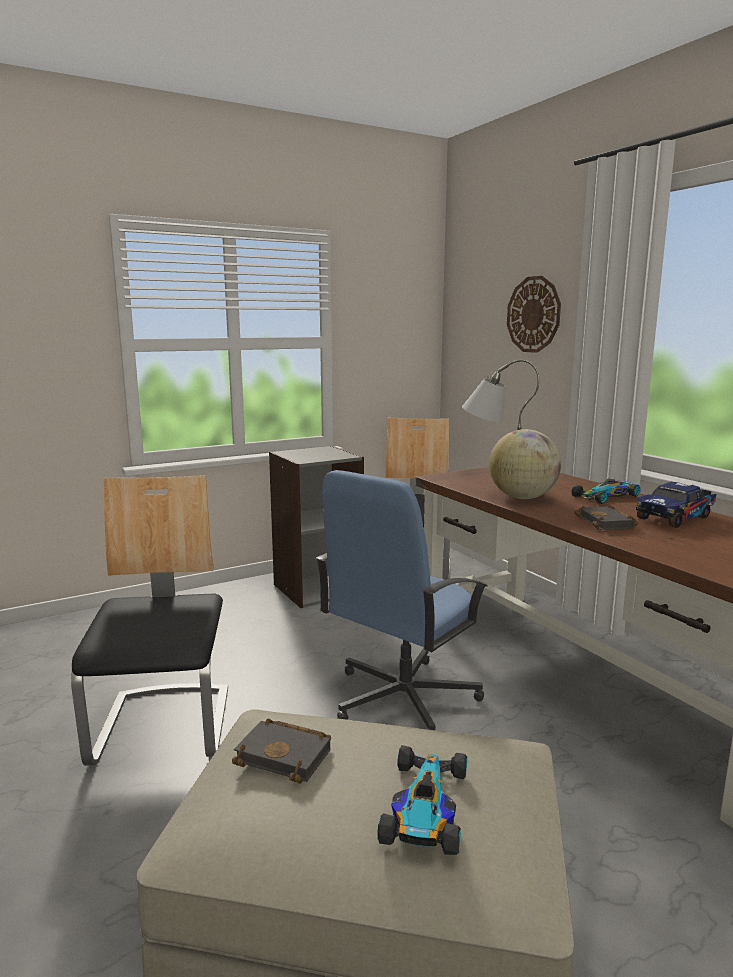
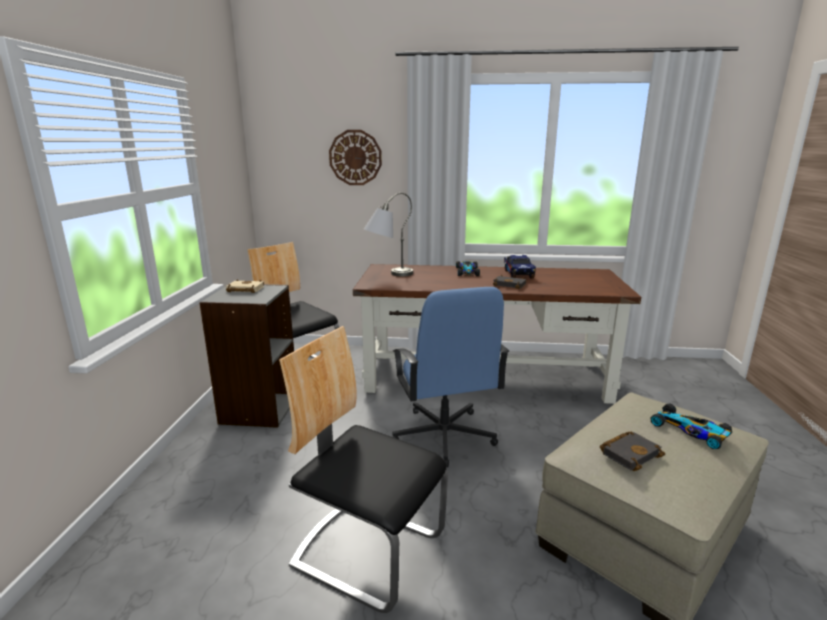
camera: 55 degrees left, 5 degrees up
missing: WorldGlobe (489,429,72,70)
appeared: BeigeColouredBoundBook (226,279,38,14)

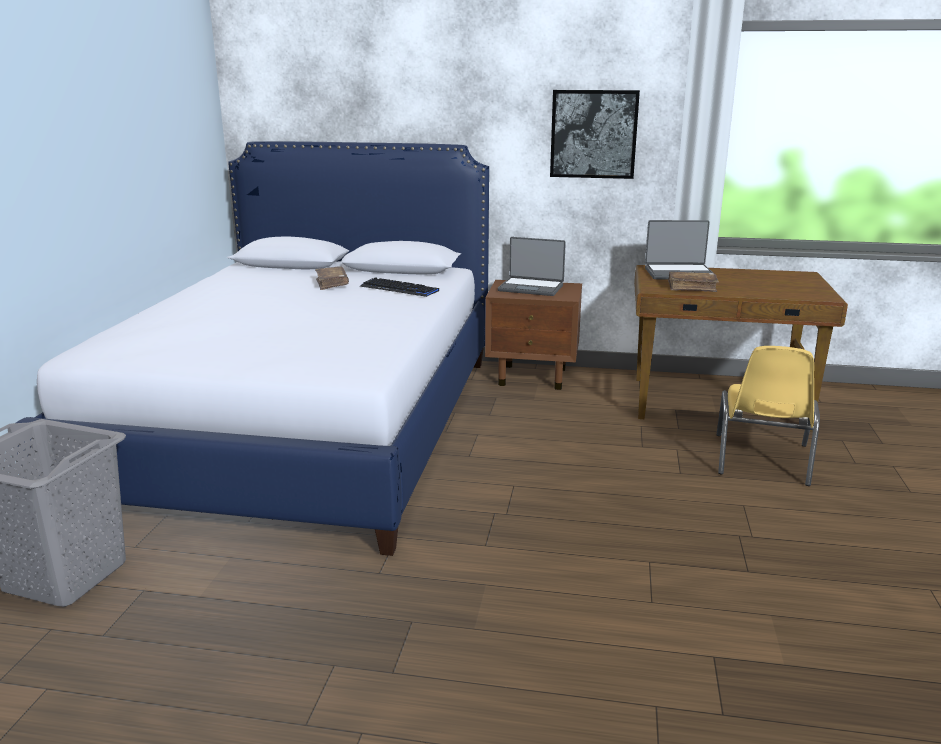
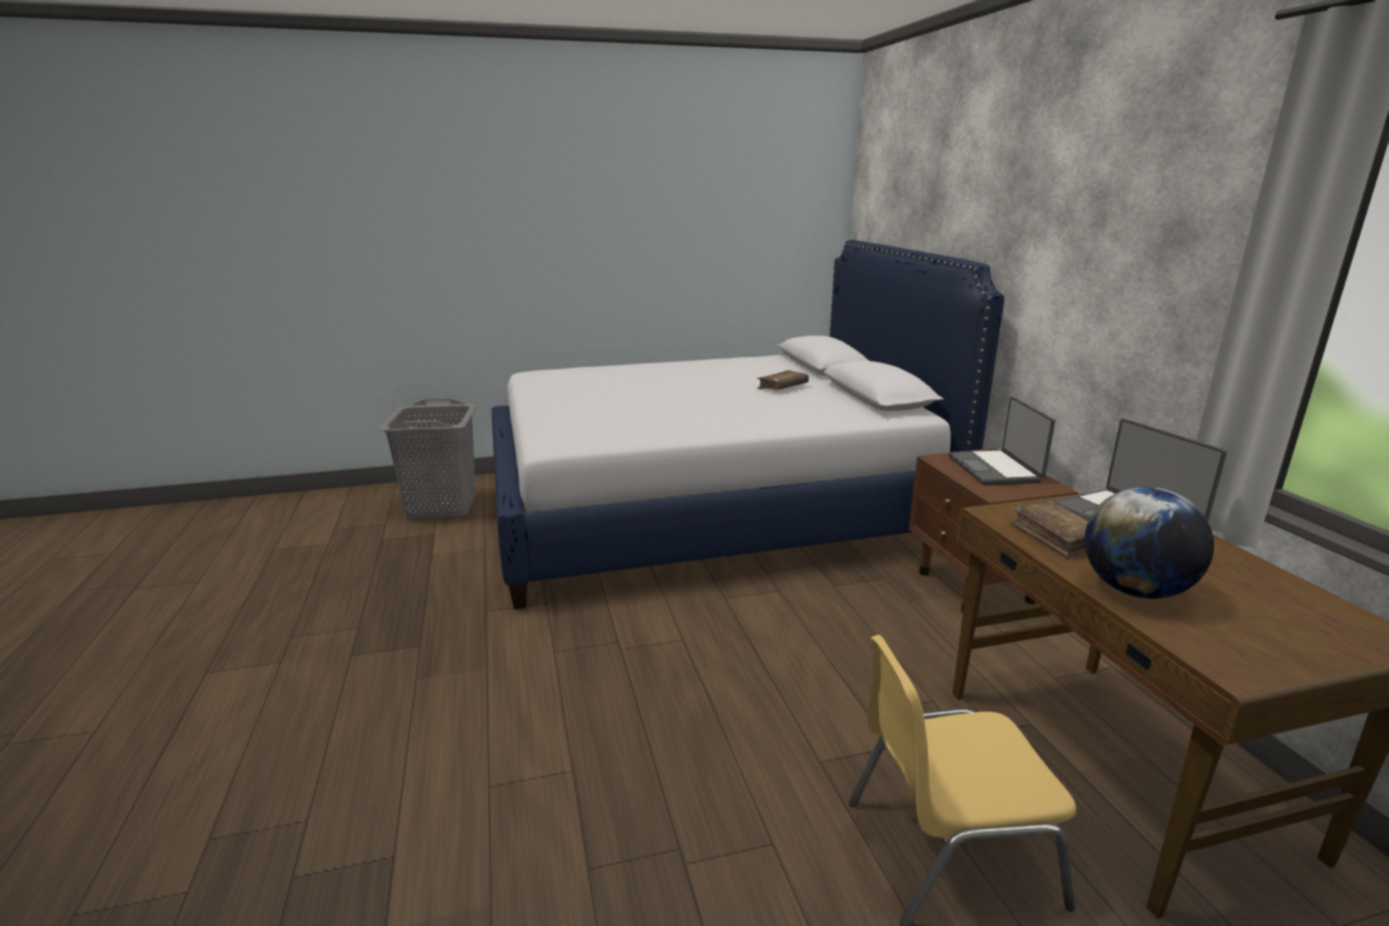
camera: 65 degrees right, 0 degrees up
missing: Keyboard (360,277,79,20); Picture (550,90,90,89)
appeared: WorldGlobe (1084,487,130,112)

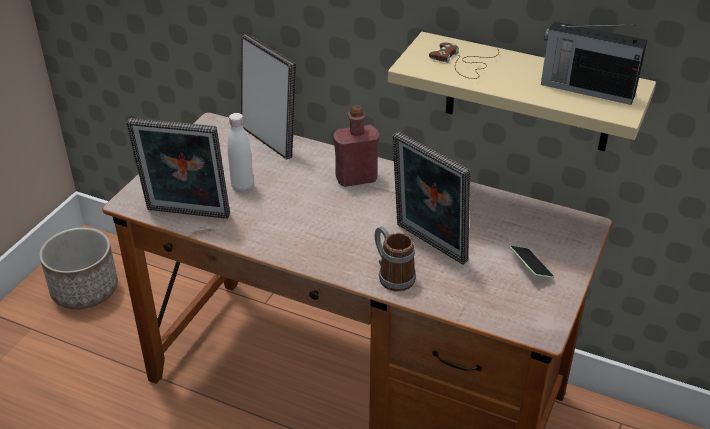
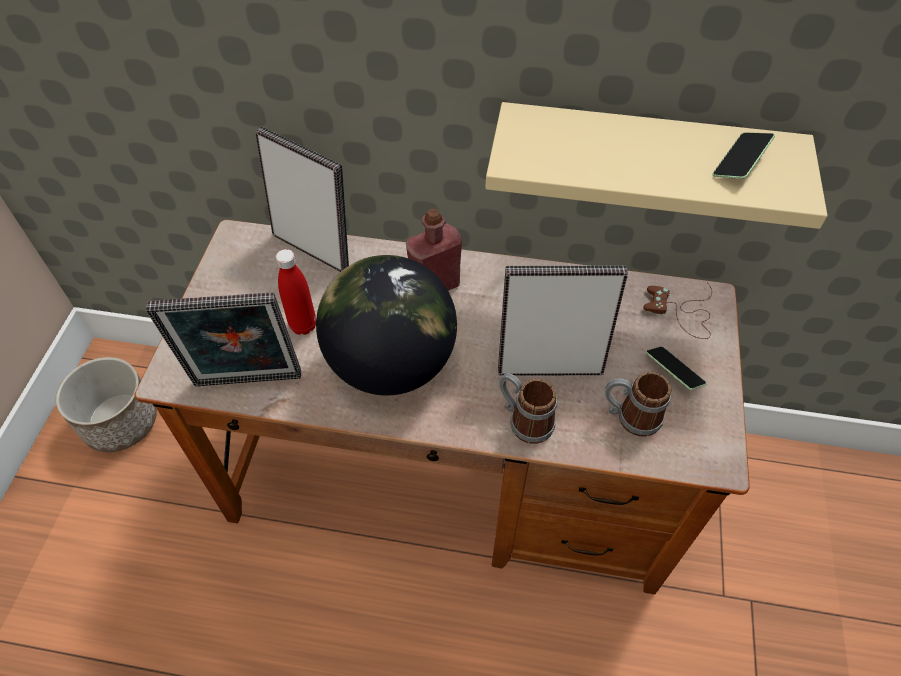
camera: 15 degrees left, 15 degrees up
appeared: WorldGlobe (316,255,141,141); CoffeeMug (605,372,66,65)
relocated: BrownJoypad (429,43,70,36) to (643,283,69,56)
exchanged: RadioReceiver (541,21,106,84) to Telephone (713,132,62,47)
colour: WhiteColouredDrinkBottle (227,113,27,80) to ReddishDrinkBottle (276,249,40,86)
spun: PictureFrame (393,132,77,133) = (498,265,130,111) 150 degrees clockwise

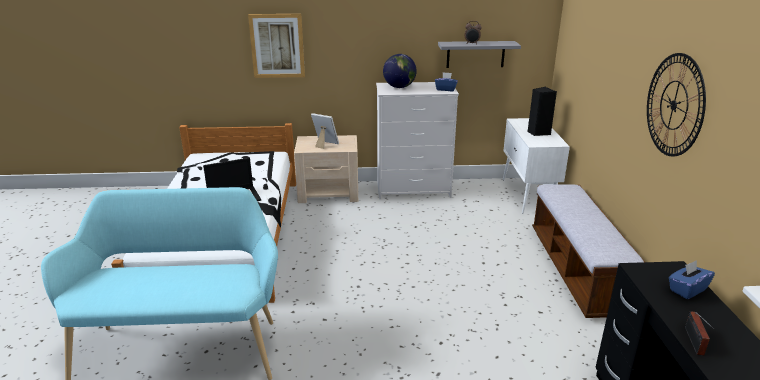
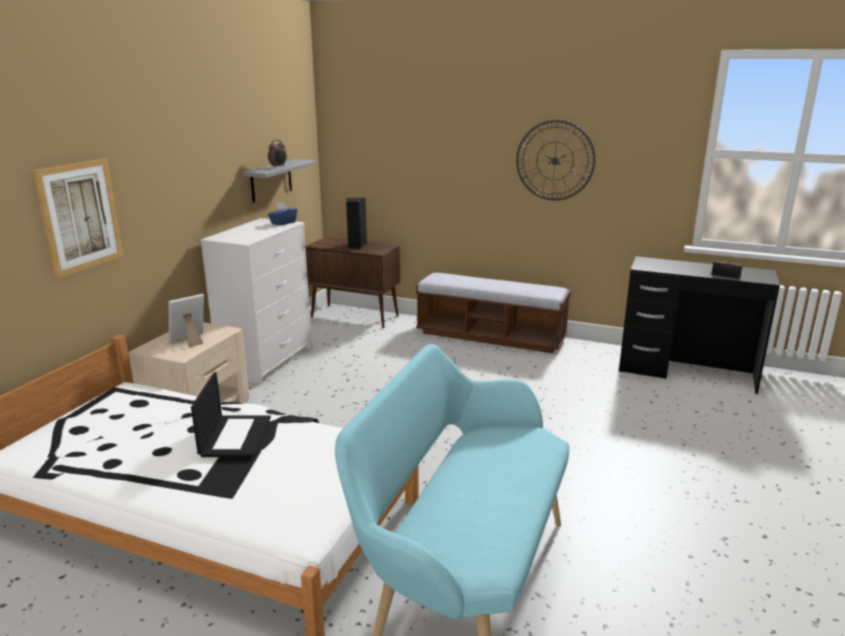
camera: 65 degrees left, 5 degrees down
missing: WorldGlobe (383,54,34,34); BlueColouredBoxOfTissues (669,260,46,39)
colour: WhiteColouredStorageCabinet (503,118,67,96) to BrownStorageCabinet (305,237,95,91)

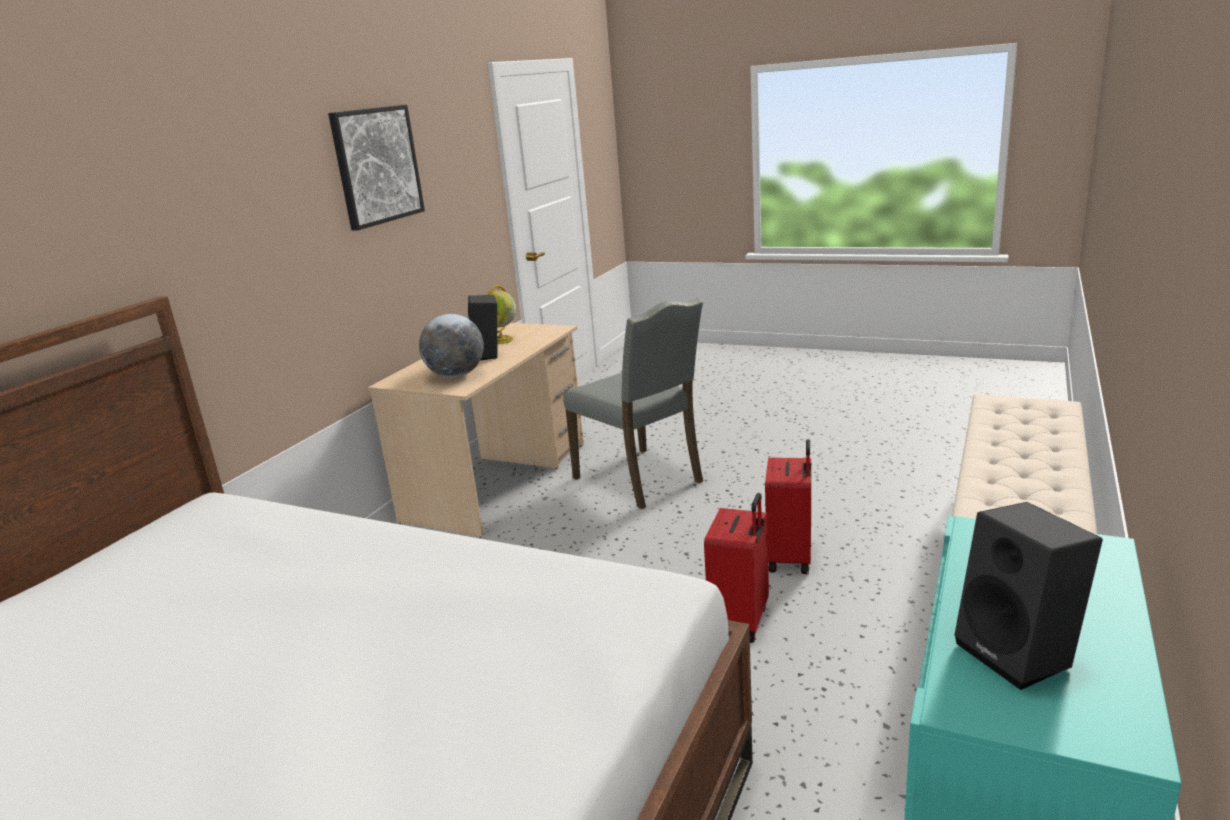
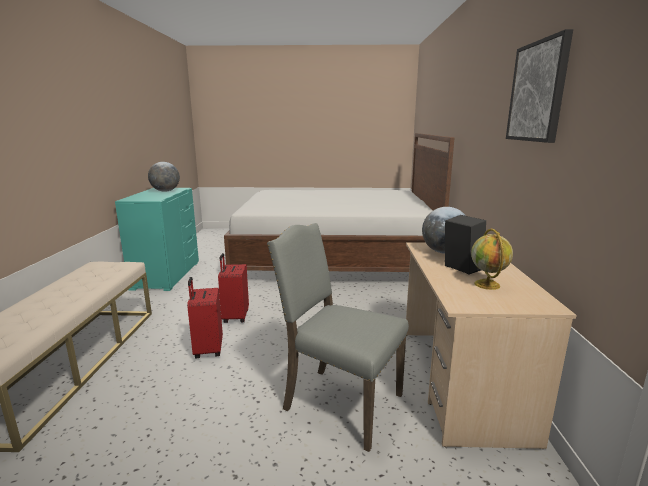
camera: 155 degrees right, 5 degrees down
exchanged: BlackAudioSpeaker (954,502,149,188) to WorldGlobe (148,162,32,30)

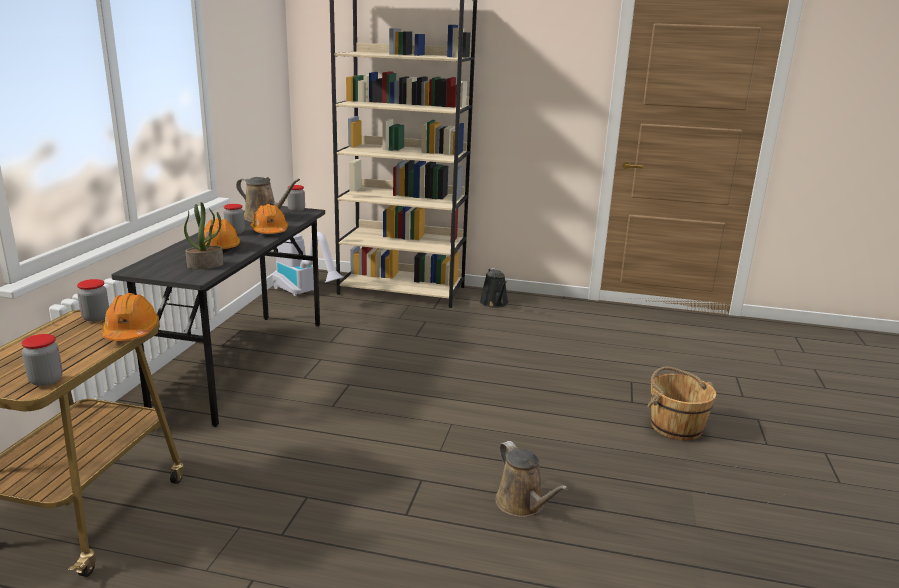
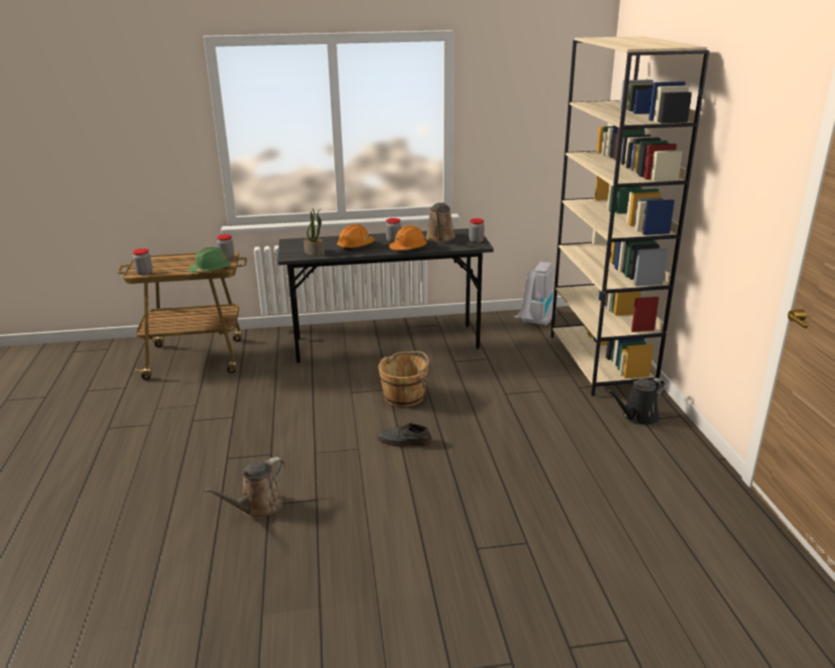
camera: 70 degrees right, 5 degrees up
appeared: GreyLowShoe (377,422,55,24)
relocated: BrownPail (647,366,69,75) to (378,351,52,56)
colour: OrangeColouredHardHat (101,293,58,48) to GreenHardHat (188,247,43,26)

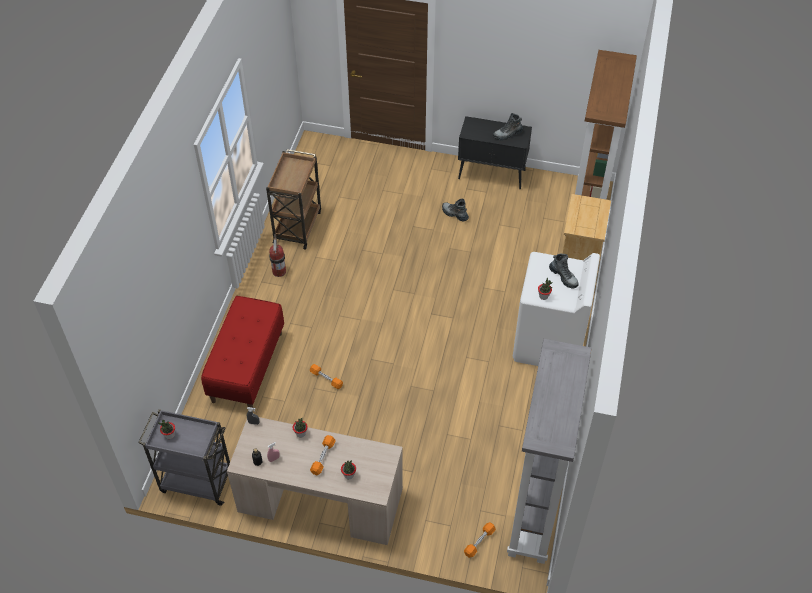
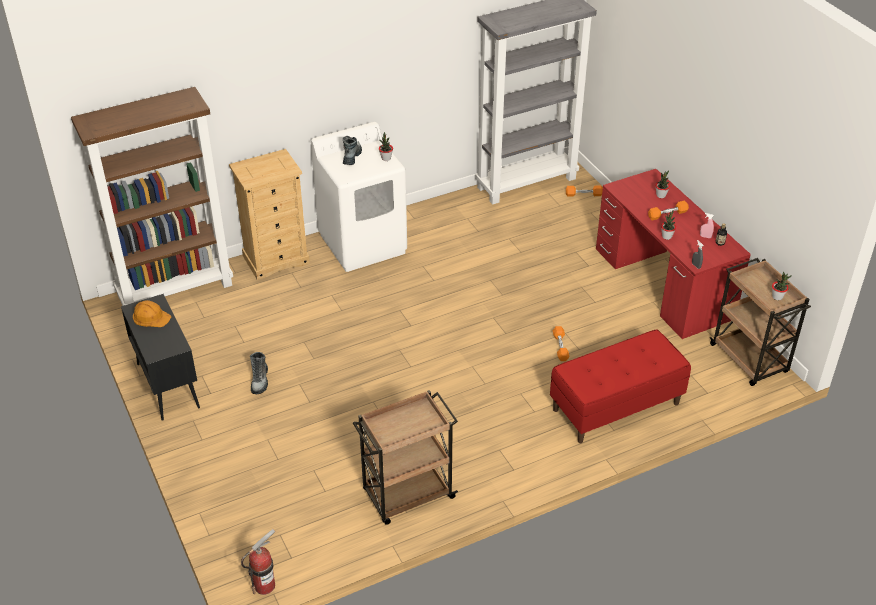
camera: 130 degrees left, 10 degrees down
relocated: Extinguisher (269,234,17,43) to (241,529,34,66)
exchanged: HighTopBoot (493,113,31,27) to OrangeColouredHardHat (133,300,38,27)
colour: GreyTrolley (138,409,92,97) to BrownTrolley (710,258,101,128); BeigeColouredDesk (227,417,176,128) to ReddishDesk (596,169,155,170)

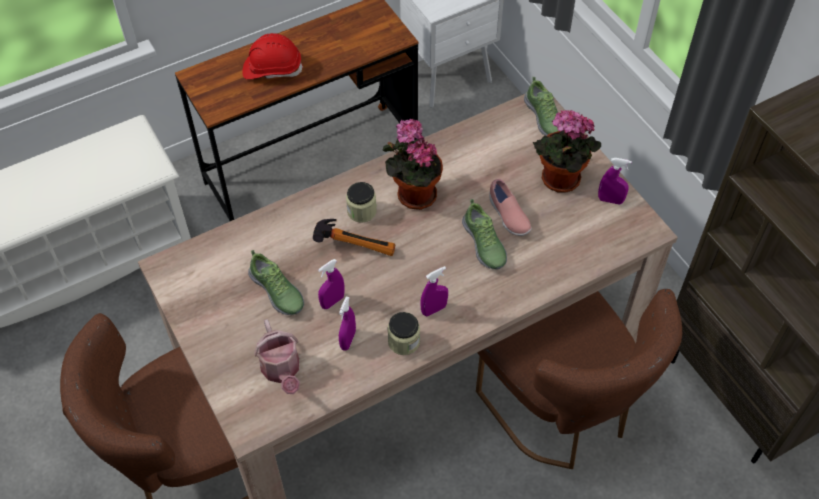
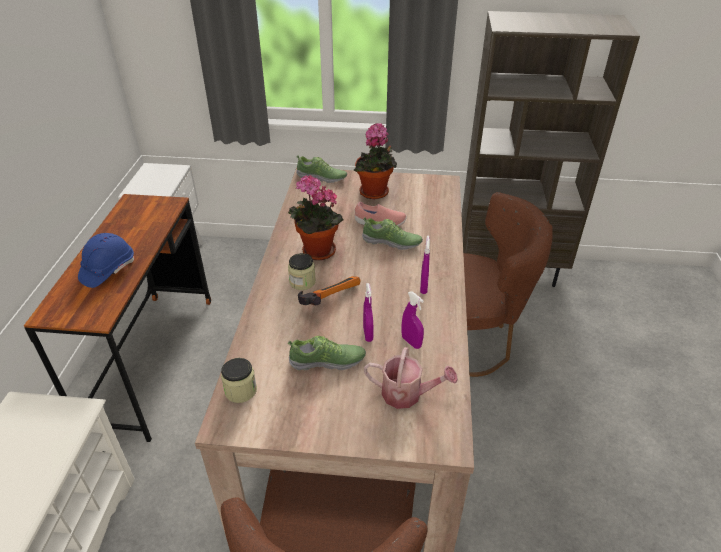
camera: 55 degrees left, 15 degrees down
missing: PurplishSprayBottle (598,158,34,46)
relocated: PreserveJar (387,312,33,43) to (221,358,36,45)
colour: ReddishHardHat (242,33,61,46) to BlueColouredHardHat (78,233,56,55)

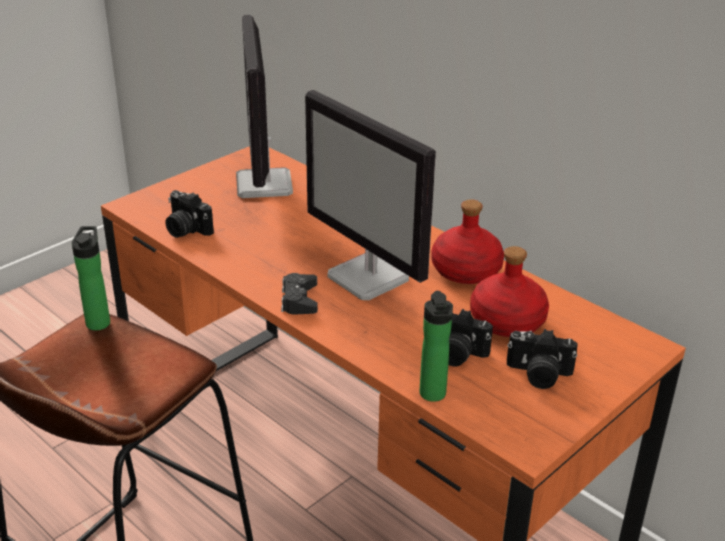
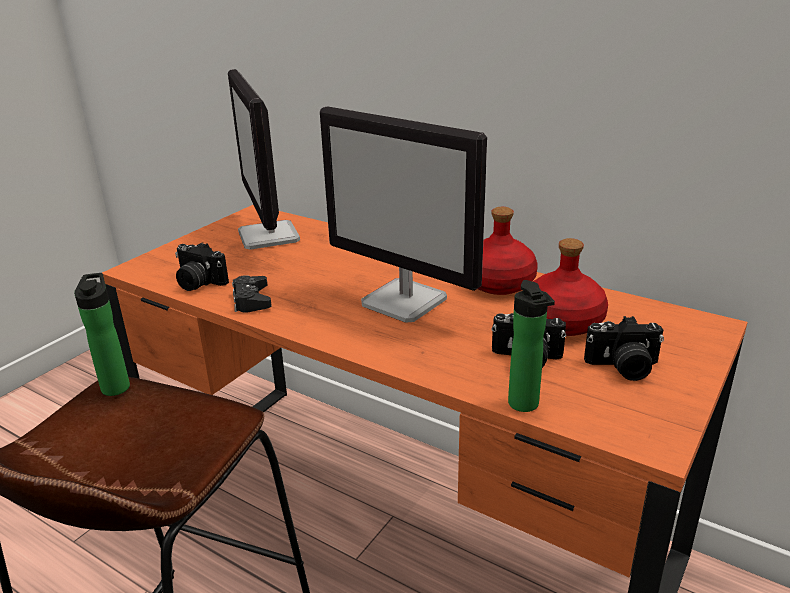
camera: 10 degrees left, 5 degrees down
relocated: BlackJoypad (281,273,37,42) to (232,275,40,38)

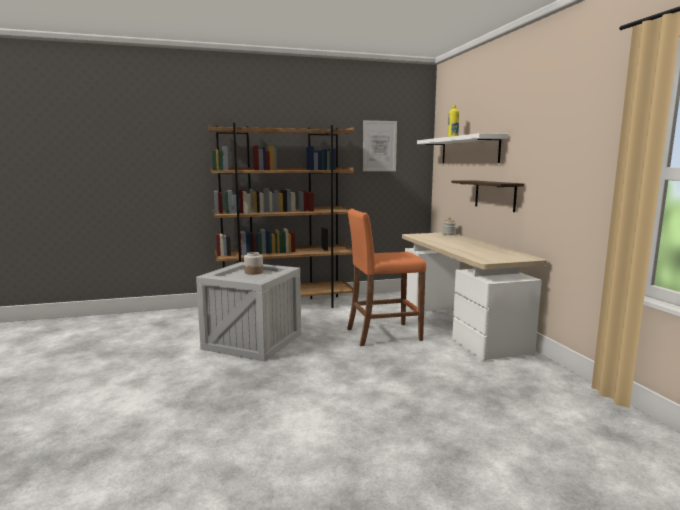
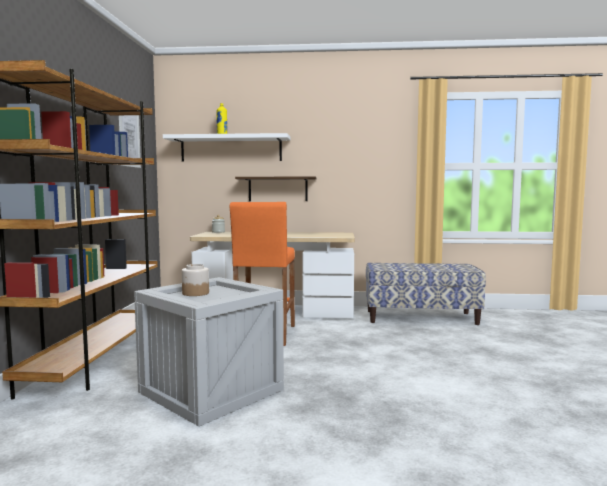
camera: 70 degrees left, 5 degrees down
appeared: LongSeat (366,263,120,62)

